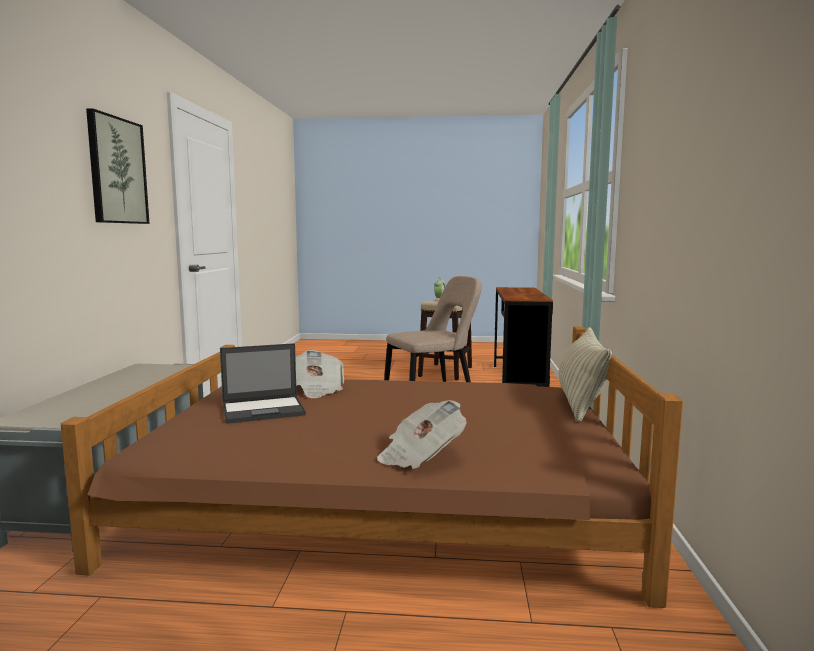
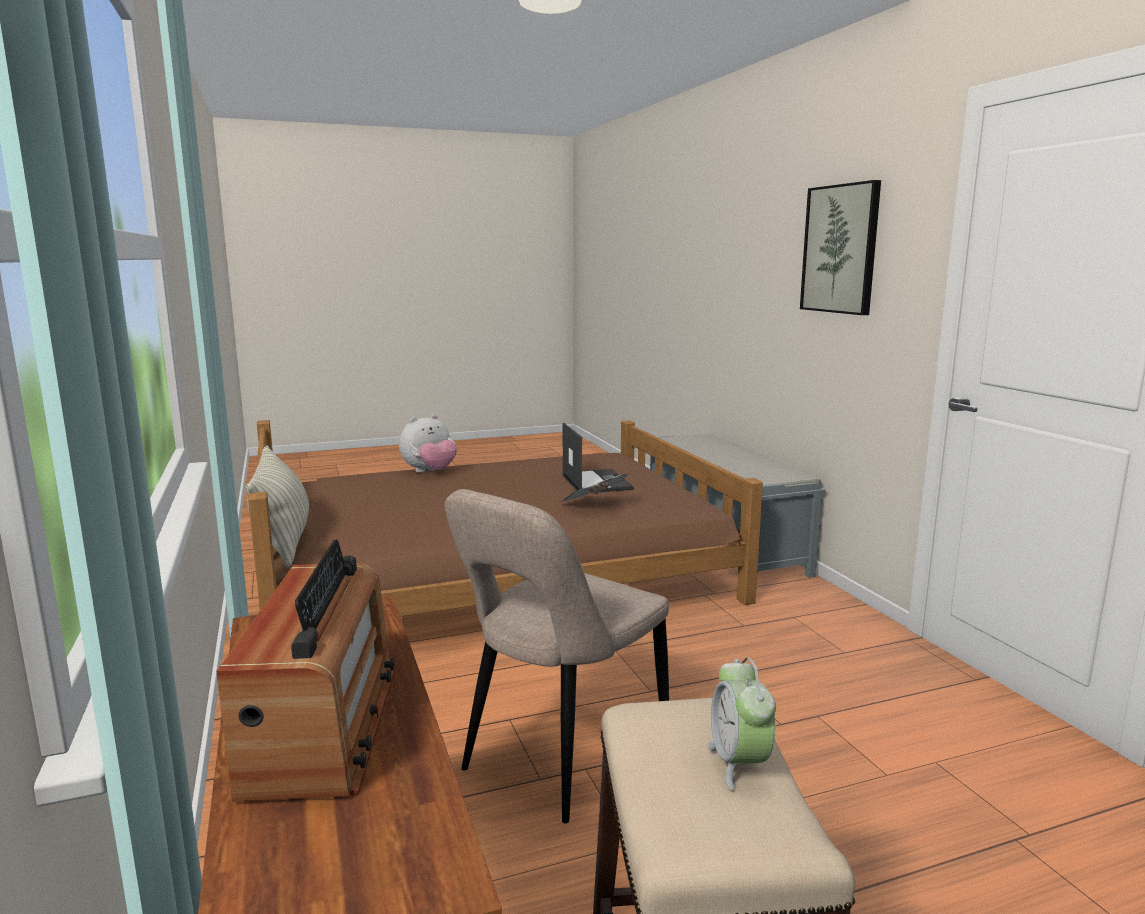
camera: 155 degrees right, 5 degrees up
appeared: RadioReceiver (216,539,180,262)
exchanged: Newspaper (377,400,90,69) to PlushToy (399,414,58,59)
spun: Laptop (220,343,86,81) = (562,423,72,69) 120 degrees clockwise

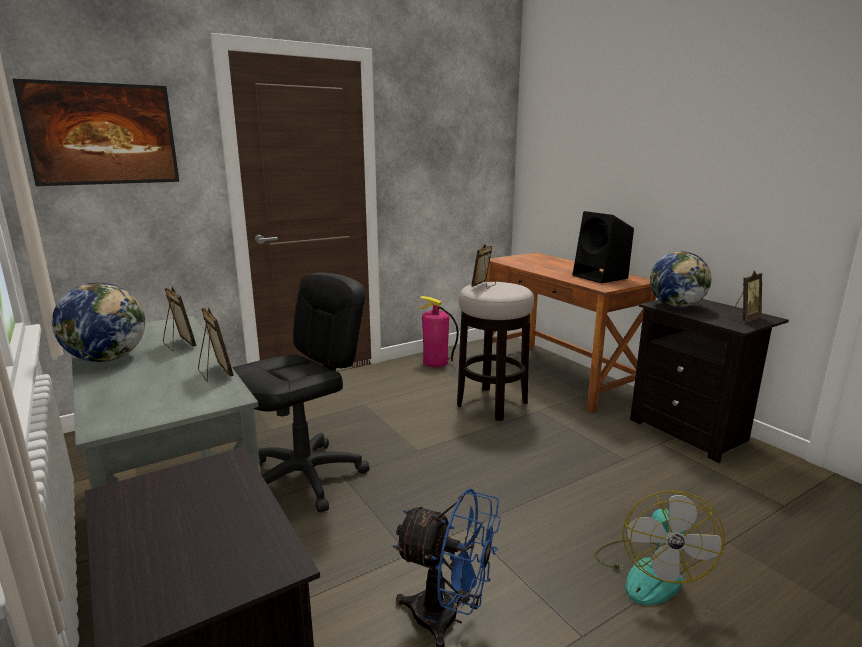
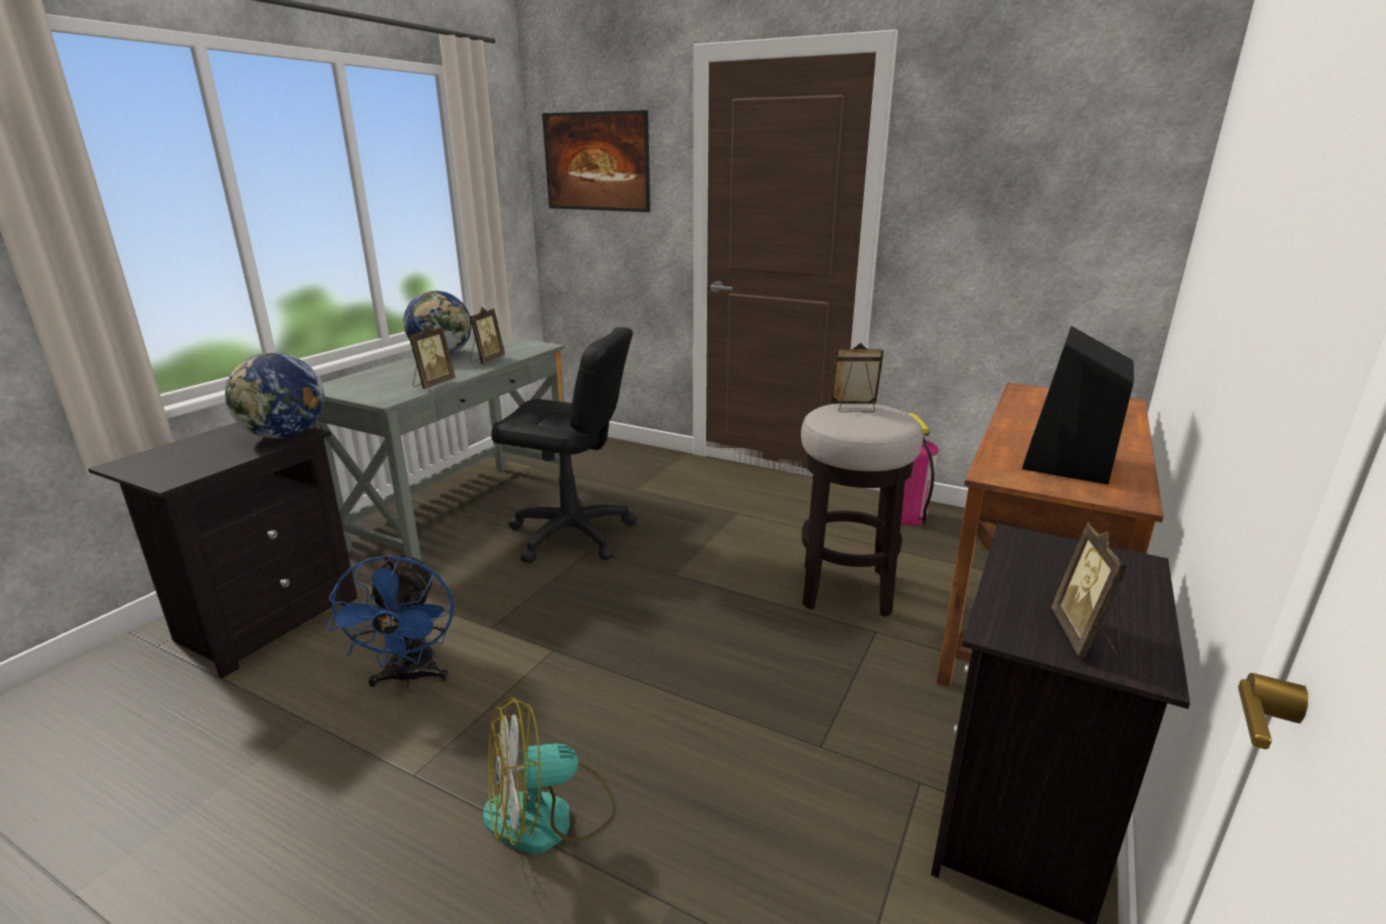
camera: 60 degrees right, 5 degrees up
relocated: WorldGlobe (650,251,62,57) to (225,352,99,87)
spun: PictureFrame (729,270,33,51) = (1051,522,76,135) 75 degrees clockwise

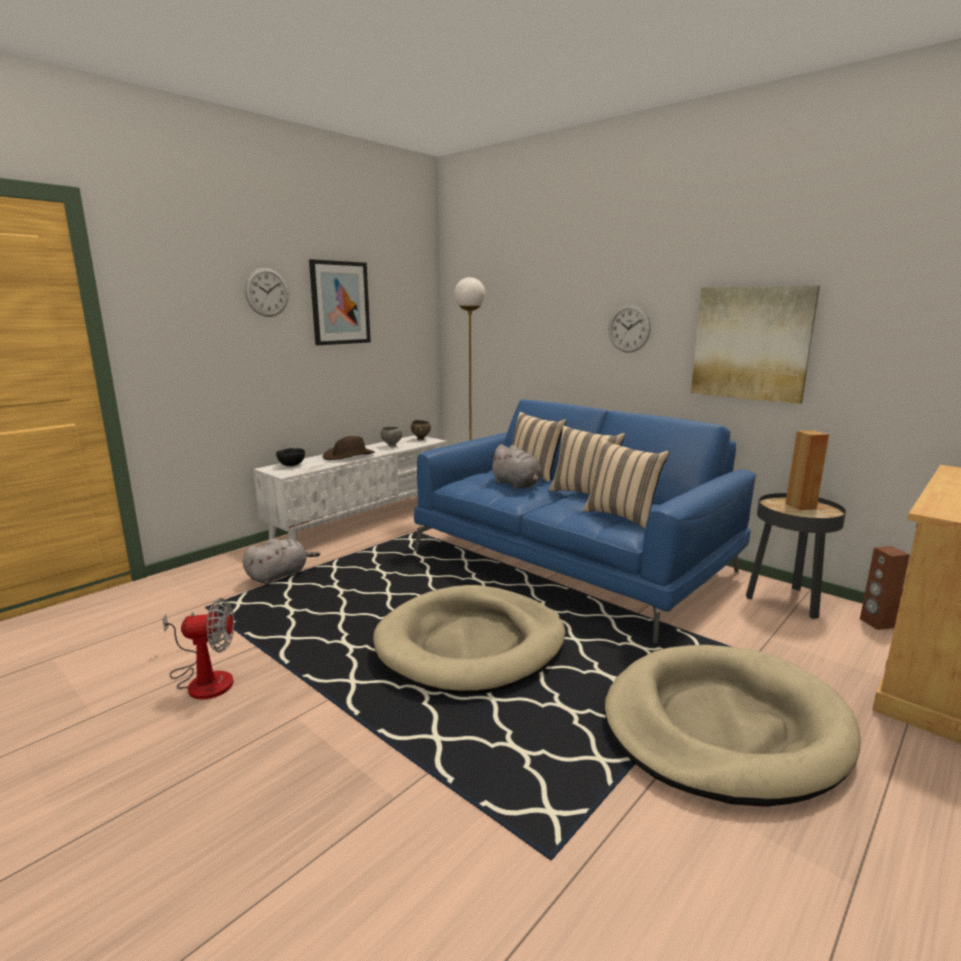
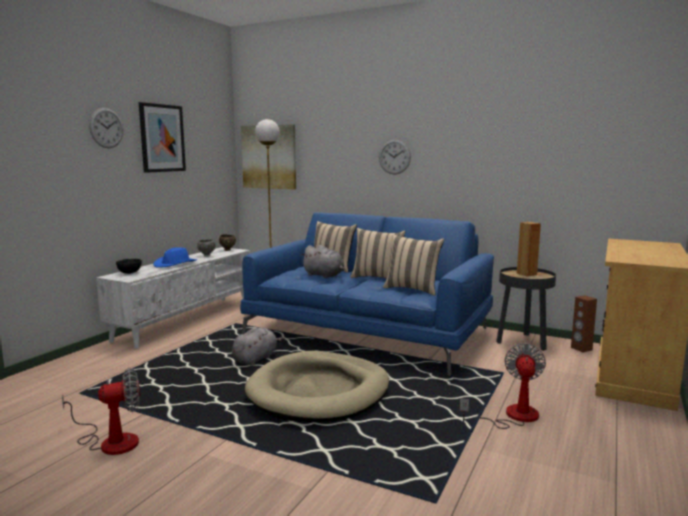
camera: 15 degrees left, 5 degrees down
relocated: GreyPlushToy (243,539,77,45) to (232,328,53,38); Picture (691,285,129,119) to (241,124,55,65)
exchanged: BeigeColouredDogBed (605,645,256,162) to CoolingFan (460,343,86,86)
colour: BrownWearableHat (323,436,52,24) to BlueColouredWearableHat (153,247,44,21)

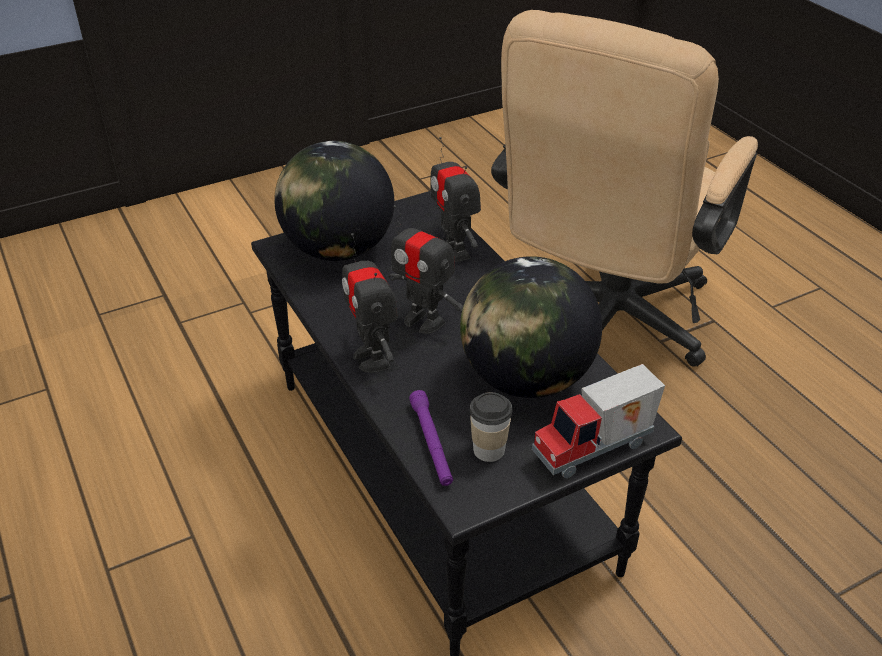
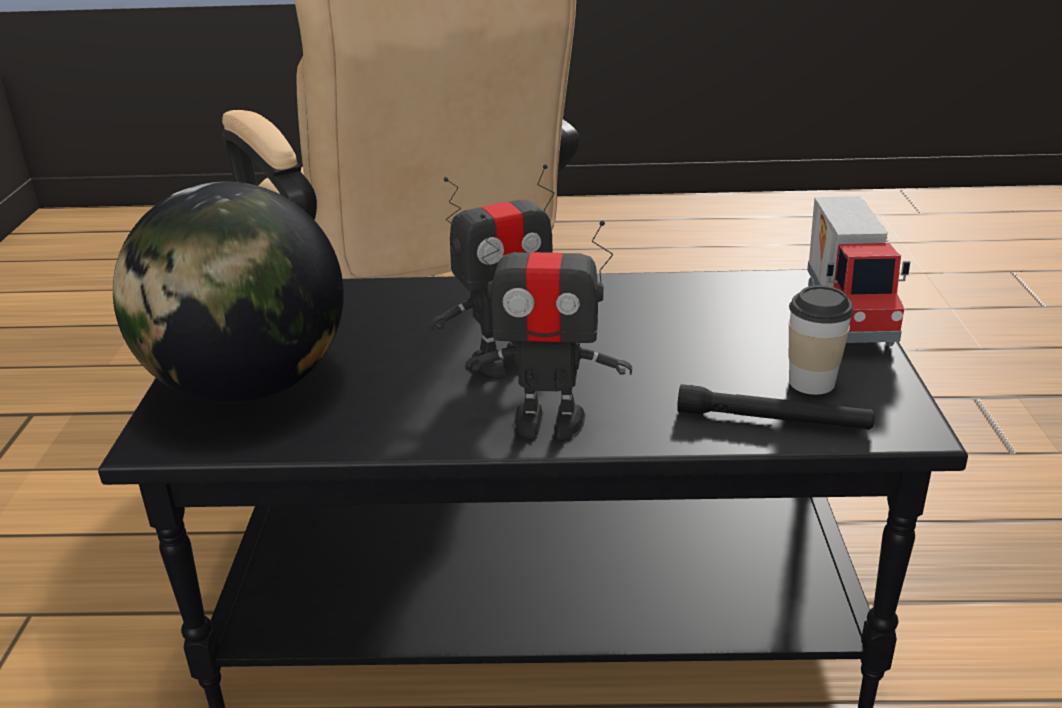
camera: 60 degrees left, 10 degrees down
missing: RobotFigure (430,137,51,125); WorldGlobe (460,256,142,142)
colour: PurplishFlashlight (409,390,44,96) to BlackFlashlight (677,384,198,46)

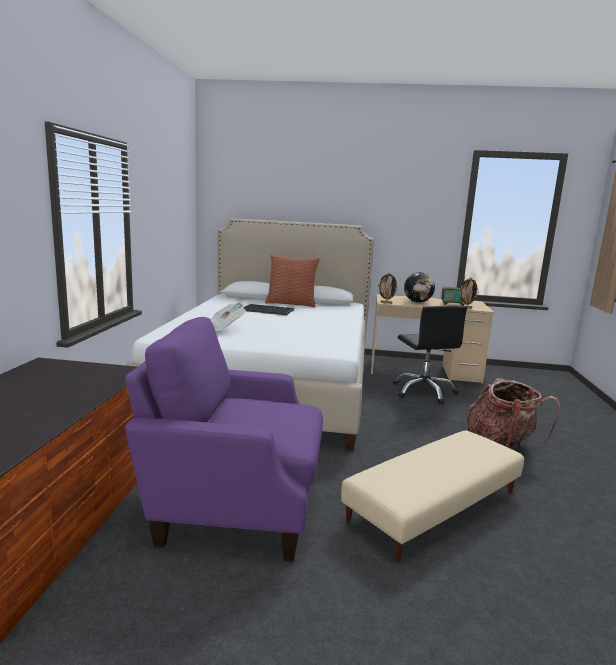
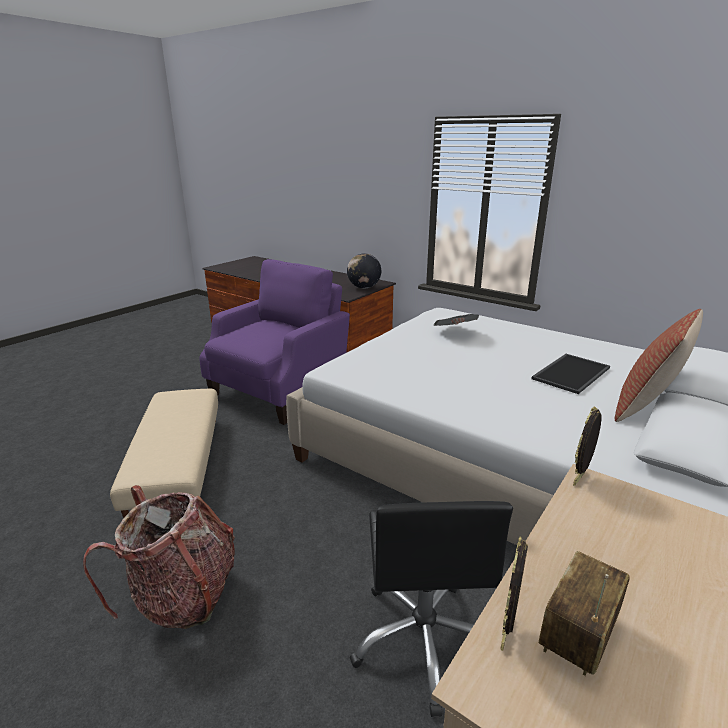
camera: 120 degrees right, 10 degrees up
relocated: WorldGlobe (404,272,31,30) to (347,253,34,36)
spun: BlackDeskChair (393,306,74,98) = (350,501,163,216) 105 degrees counterclockwise

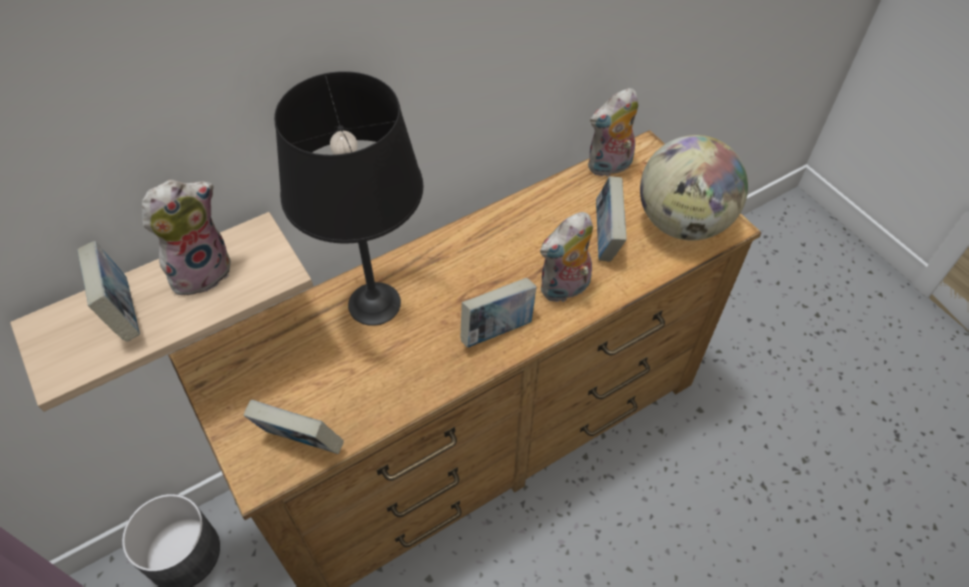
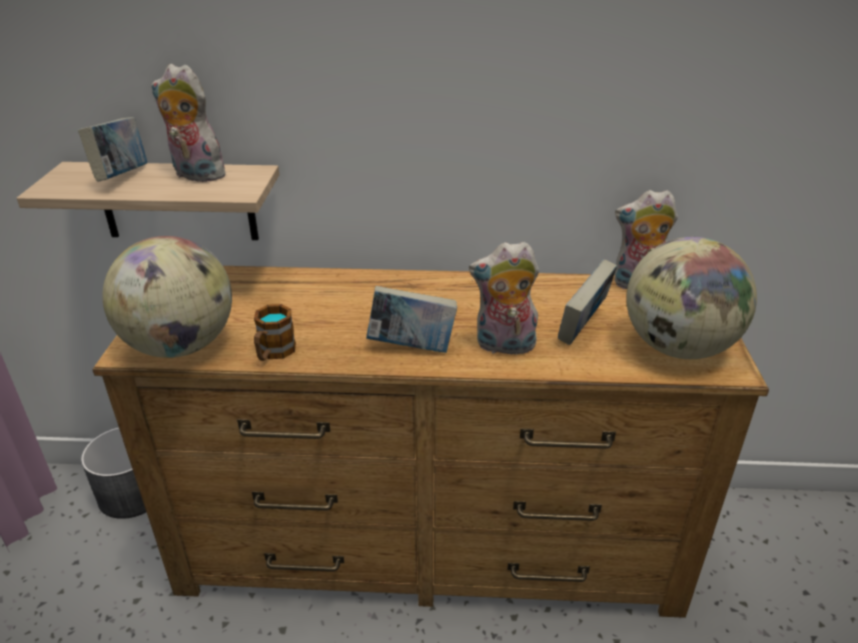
camera: 35 degrees right, 20 degrees down
missing: BlackLampForATable (274,71,149,255)
appeared: CoffeeMug (254,304,42,57)
exchanged: BoundBook (243,400,101,54) to WorldGlobe (102,236,130,122)
spun: PlushToy (142,180,89,119) = (151,64,77,118) 150 degrees counterclockwise

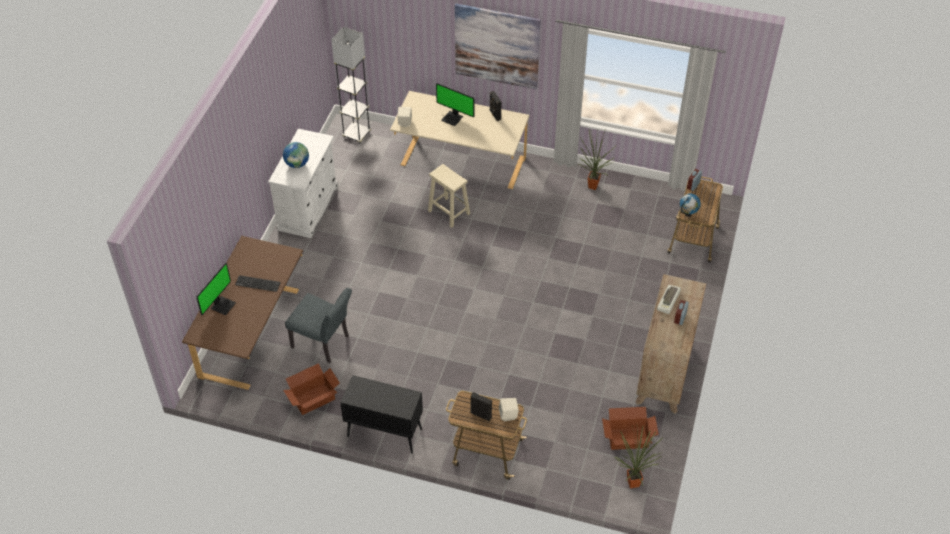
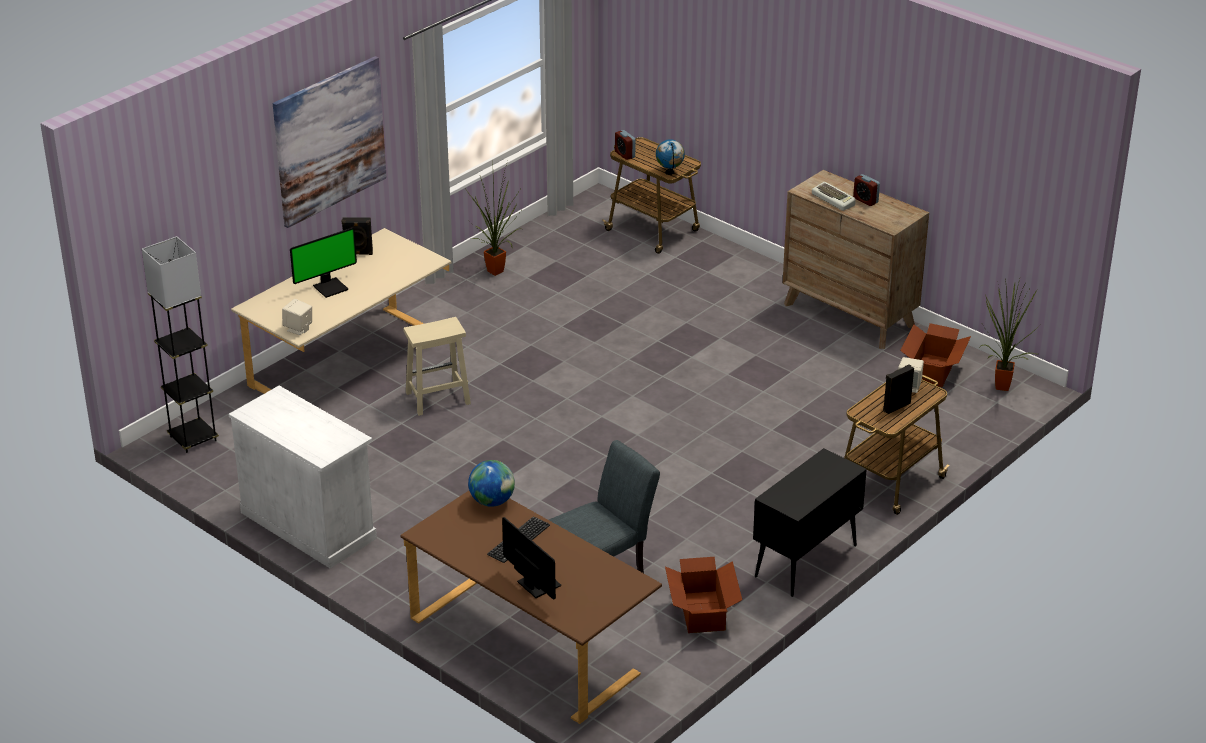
camera: 65 degrees left, 15 degrees down
relocated: WorldGlobe (283,142,26,26) to (468,460,47,47)

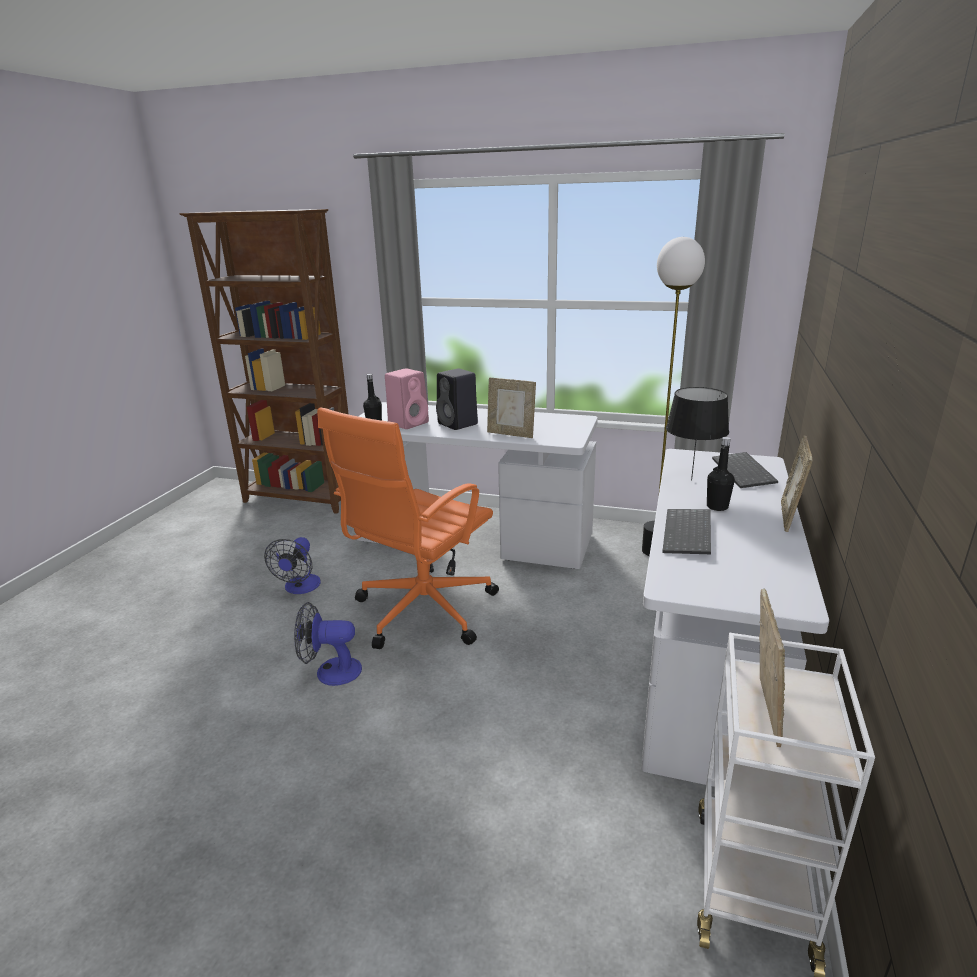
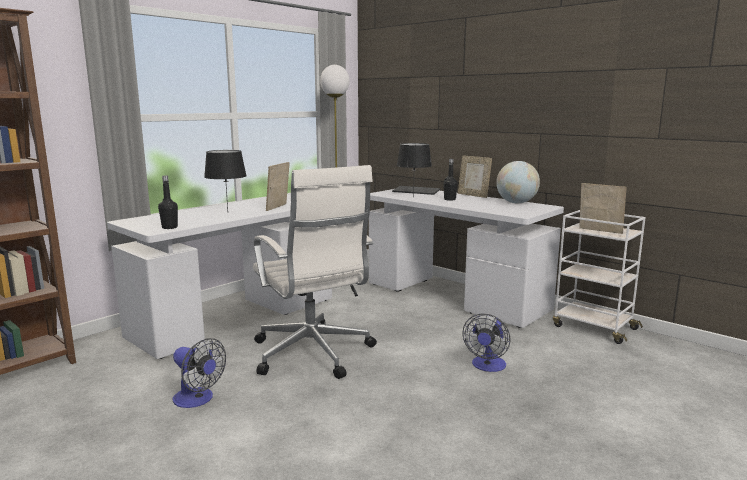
camera: 65 degrees left, 10 degrees down
missing: PinkishAudioSpeaker (385,368,44,61); Keyboard (663,509,48,45)
appeared: WorldGlobe (496,161,44,42)
relocated: CoolingFan (294,602,68,84) to (462,314,49,58)
exchanged: BlackAudioSpeaker (436,368,42,62) to BlackLampForATable (204,150,43,60)
colour: OrangeColouredDeskChair (317,407,182,242) to WhiteColouredDeskChair (253,165,124,214)
spun: PictureFrame (487,378,49,60) = (266,162,24,49) 150 degrees clockwise

